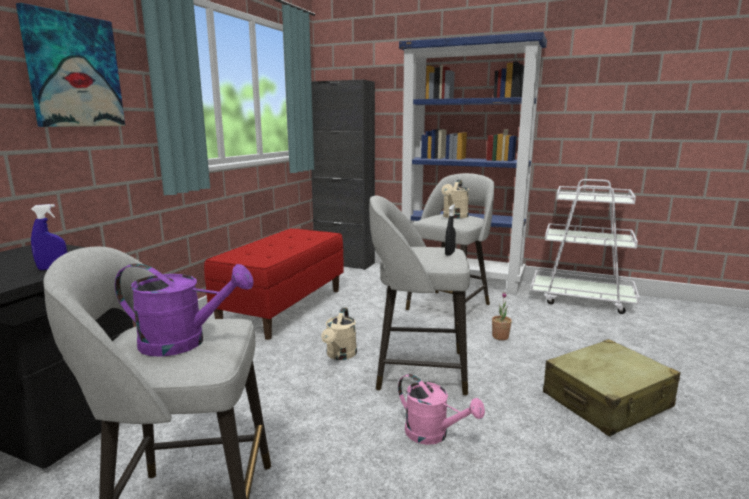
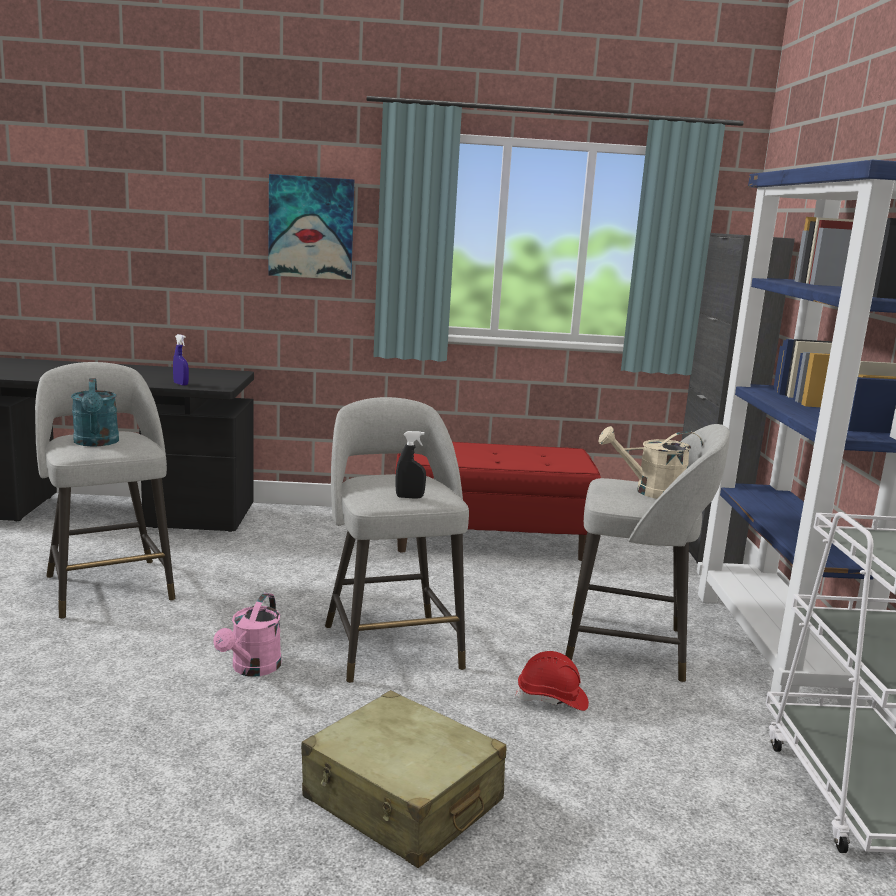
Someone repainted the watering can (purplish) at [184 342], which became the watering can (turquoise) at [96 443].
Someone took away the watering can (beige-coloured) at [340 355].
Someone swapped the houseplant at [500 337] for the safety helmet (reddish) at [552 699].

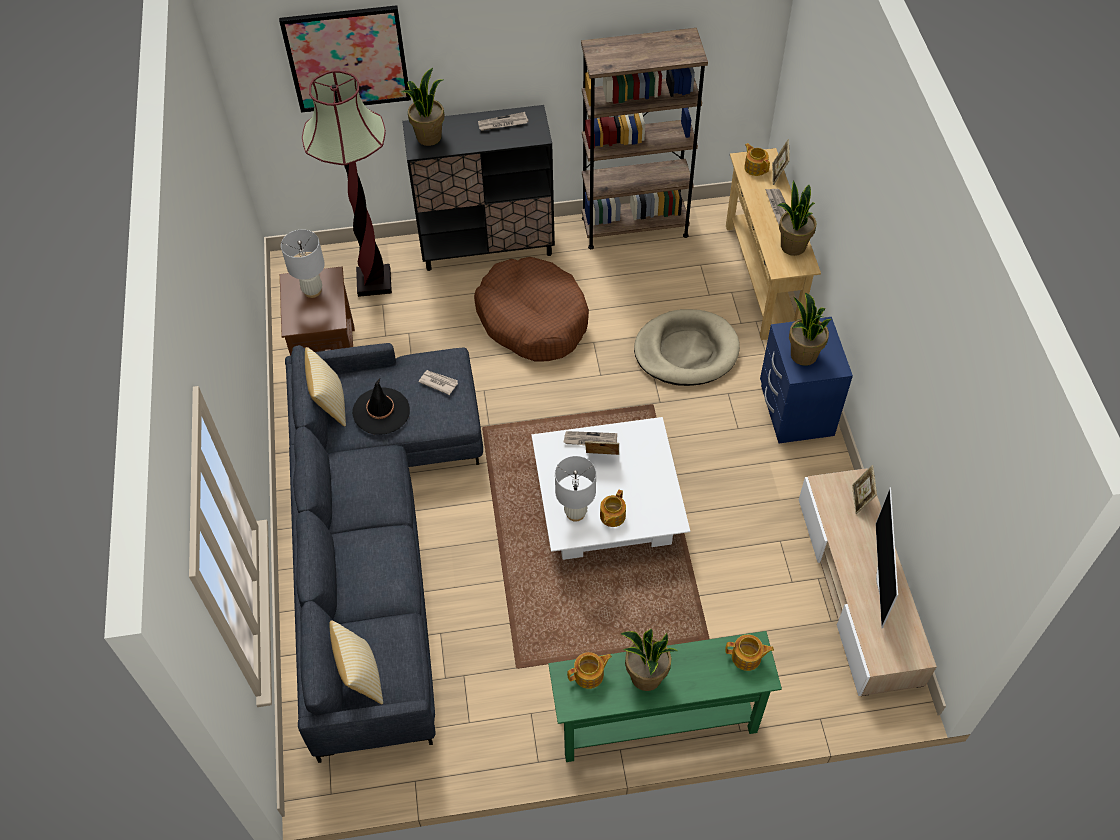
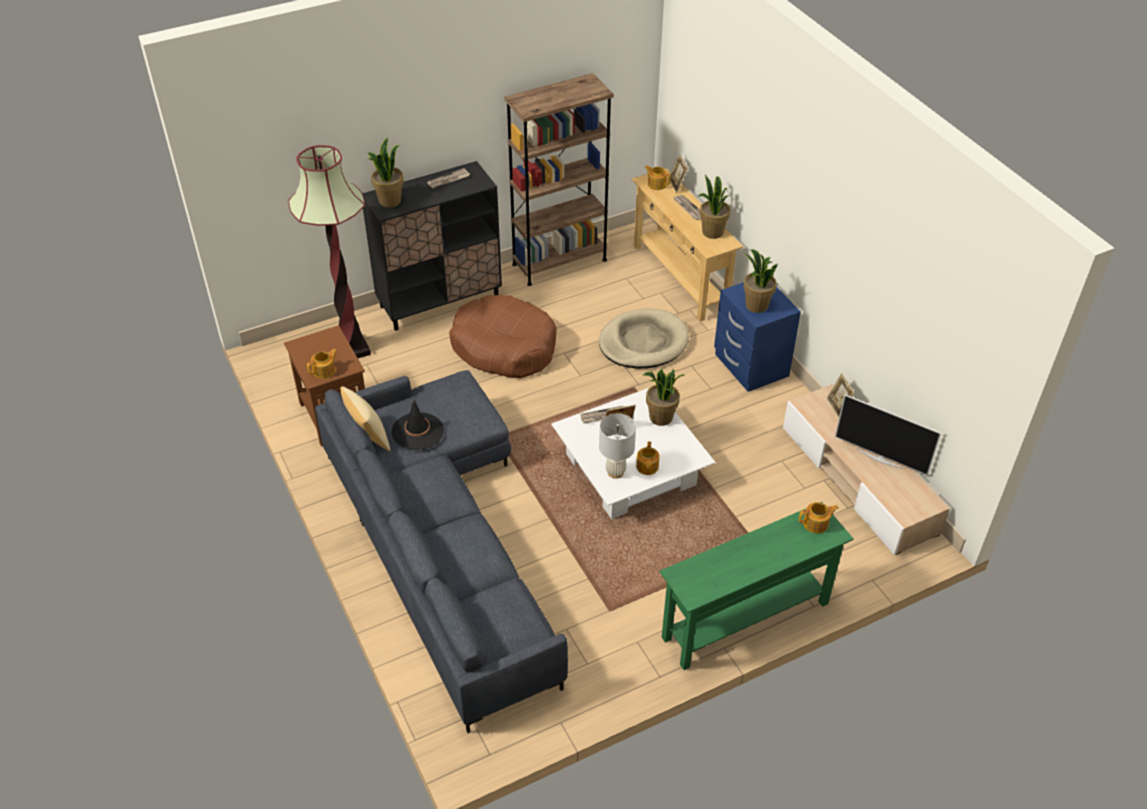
Someone took away the wall art at [347 59].
Someone took away the tabletop lamp (white) at [312 291].
Someone took away the throw pillow at [361 676].
Someone took away the printed paper at [438 382].
Someone carried the tea pot from [589 675] to [324 371].
Someone carried the houseplant from [646 677] to [661 418].
Someone rotated the television at [882 579] by 45 degrees counterclockwise.

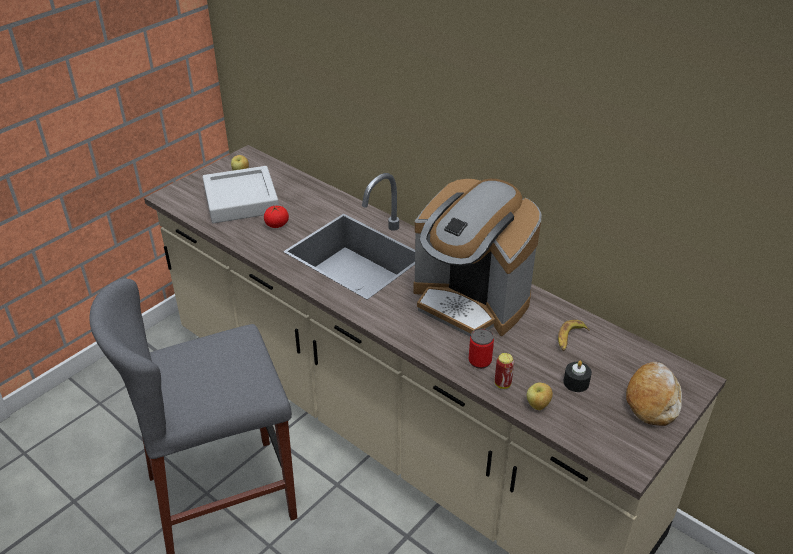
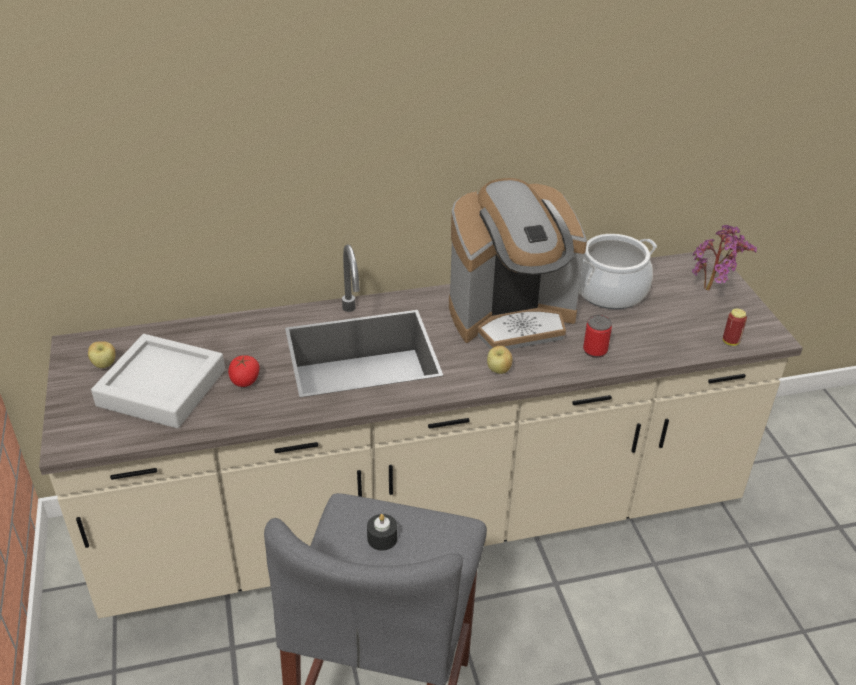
Someone carried the metal can from [502 384] to [730 342].
Someone carried the apple from [538 405] to [499 370].
Someone swapped the banana fruit at [570 338] for the stockpot at [610 291].
Someone carried the wax light (black) from [576 382] to [382 538].
Someone swapped the bakery bread at [652 399] for the houseplant at [712 290].

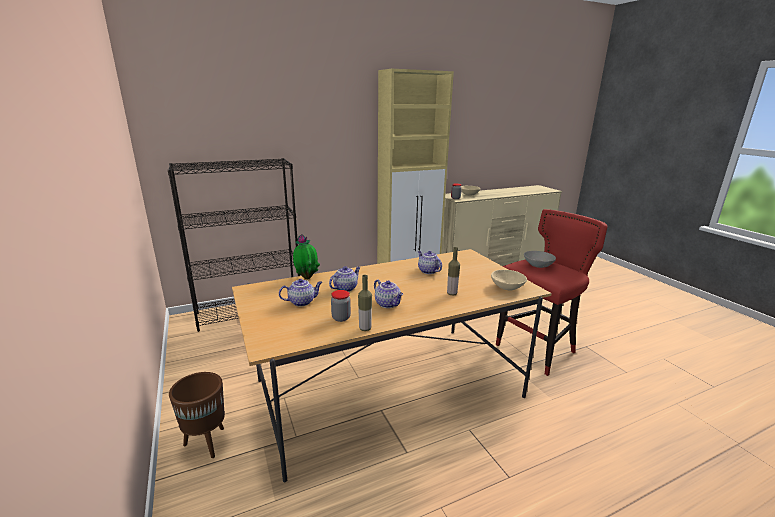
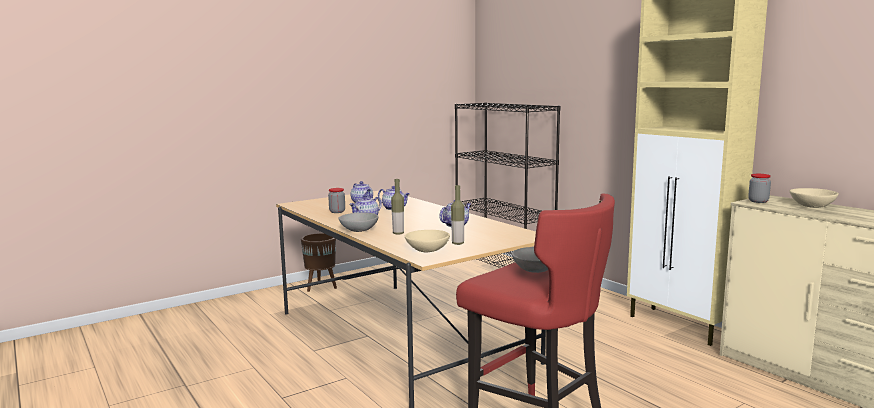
Someone took away the houseplant at [307 277].
Someone carried the beverage bottle from [365 328] to [458 243].
Someone put down the deep dish (greyish) at [359 230].

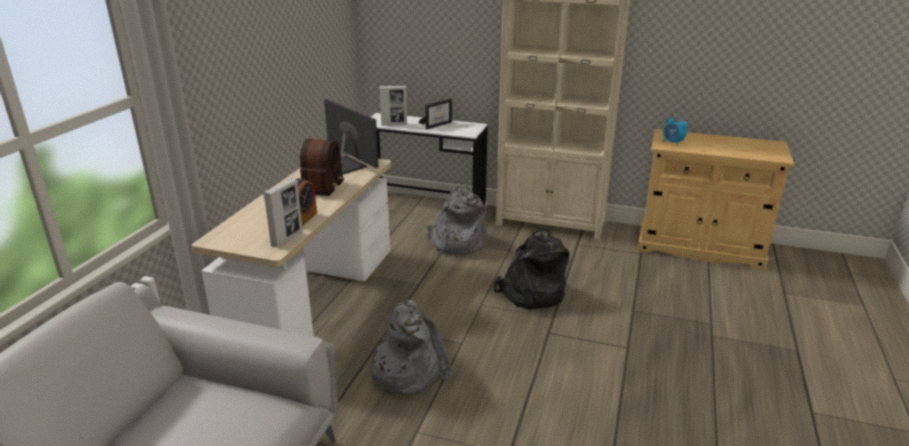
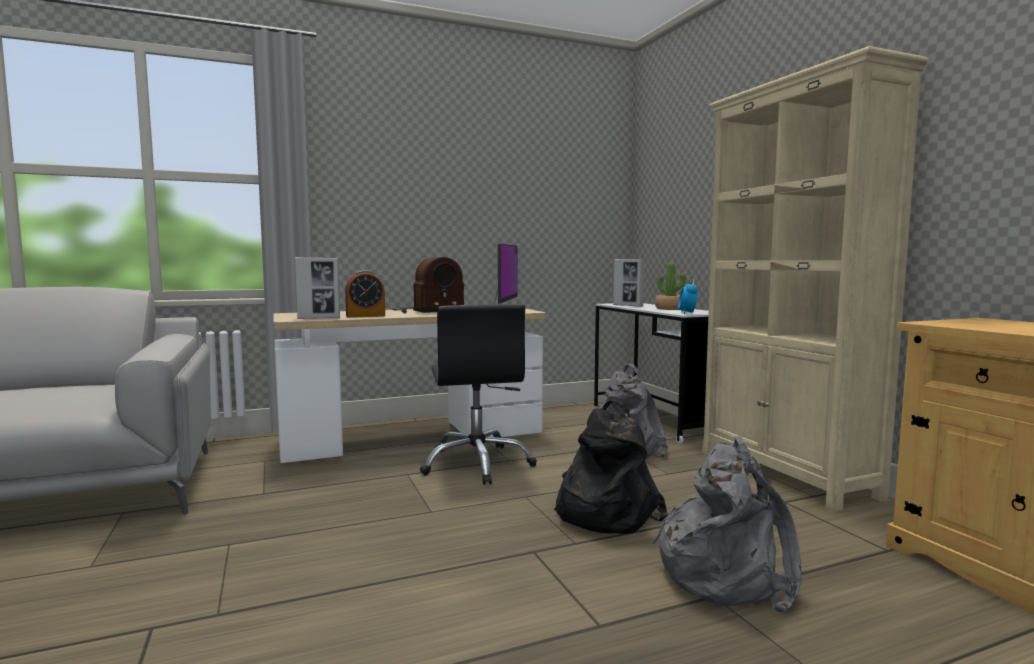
Someone carried the rucksack (greyish) from [407 370] to [726 573].
Someone swapped the photo frame at [437 124] for the houseplant at [671 309].
Someone carried the table clock from [672 143] to [687 313].
Someone put down the desk chair (black) at [477 464].

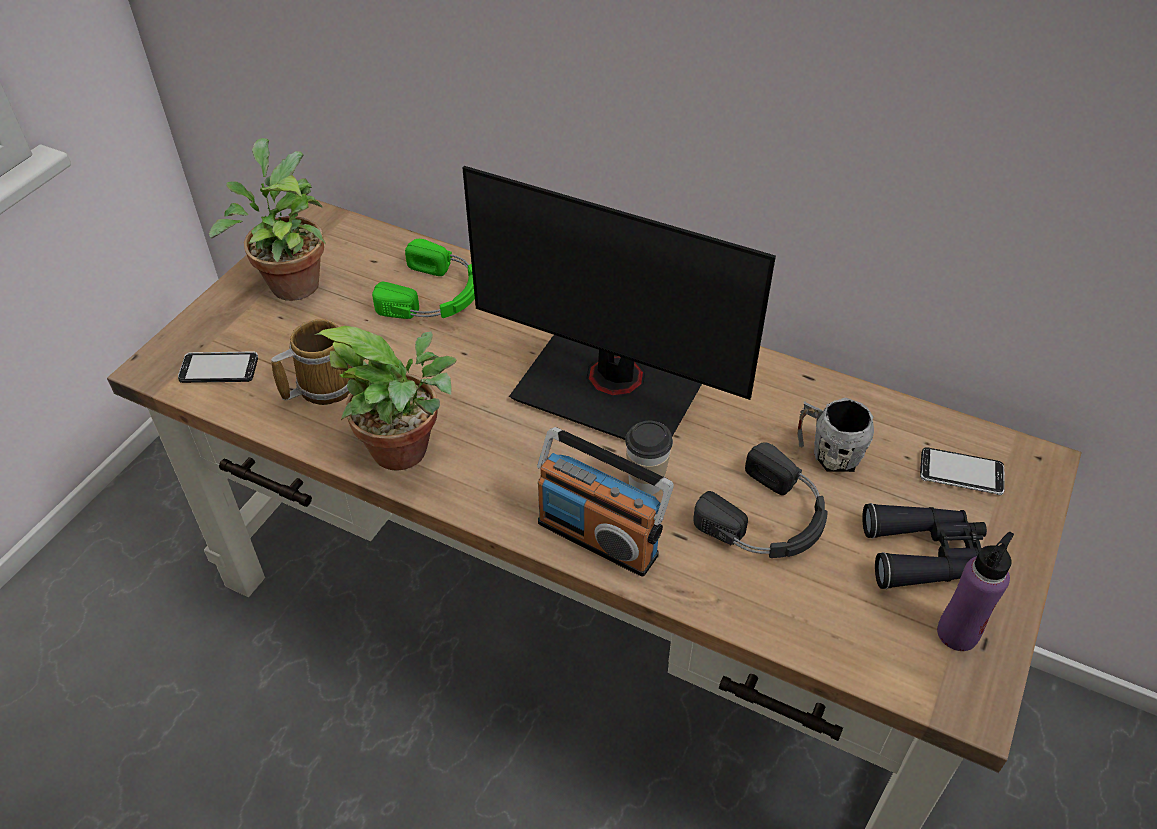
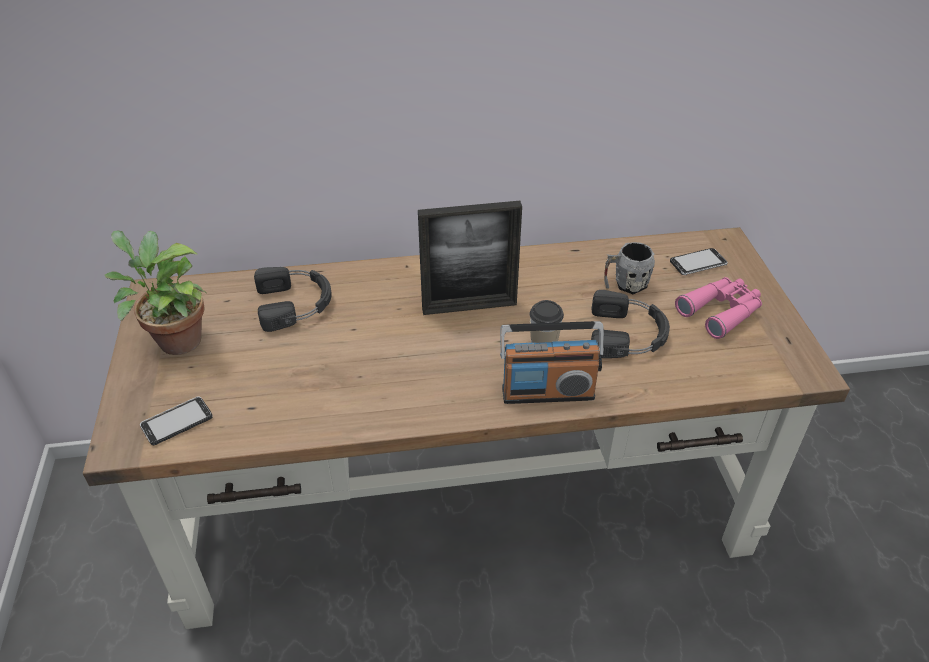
Someone took away the tea mug at [322 385].
Someone took away the houseplant at [407 451].
Someone repainted the pair of headphones (green-coloured) at [434 295], which became the pair of headphones (black) at [295 303].
Someone swapped the computer display at [610 388] for the photo frame at [469 307].
Someone repainted the field glasses (black) at [926 554], which became the field glasses (pink-coloured) at [721 311].
Someone took away the beverage bottle (purplish) at [957 633].

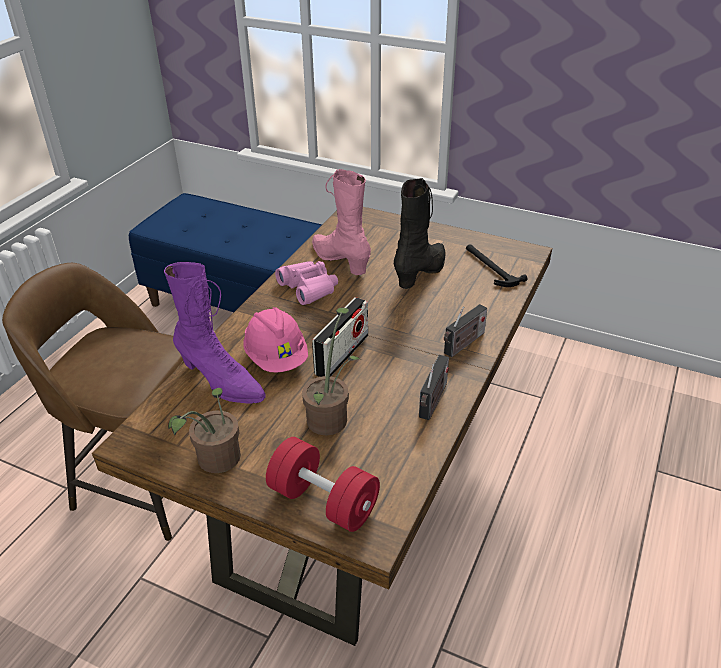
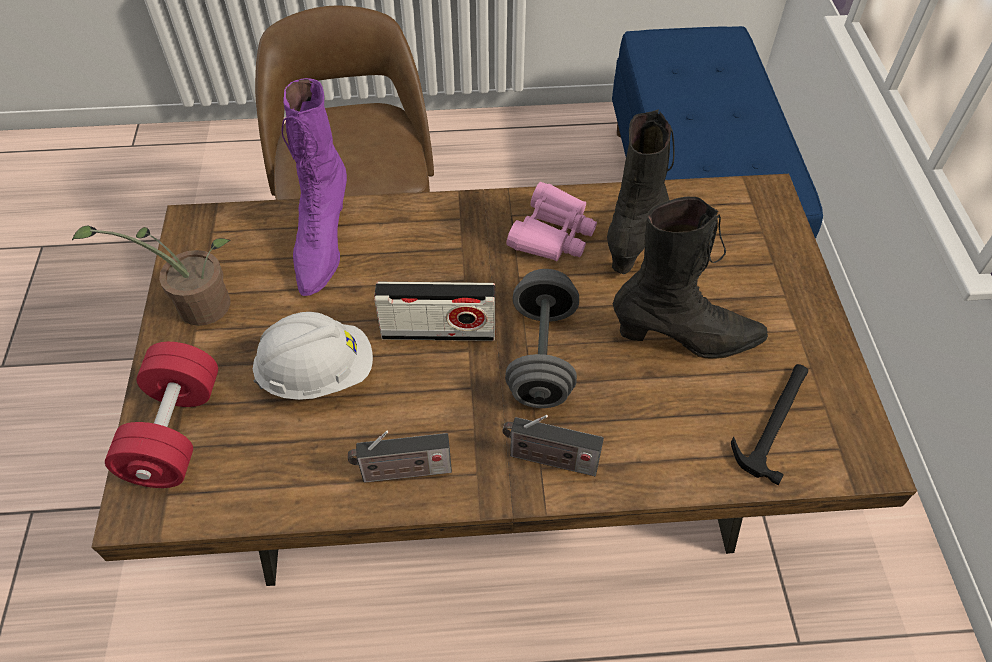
Someone took away the safety helmet (pink-coloured) at [277 358].
Someone swapped the houseplant at [330 416] for the safety helmet (white) at [317 373].
Someone repainted the boot (pink-coloured) at [340 261], which became the boot (black) at [639 236].
Someone put down the free weight (greyish) at [542 356].

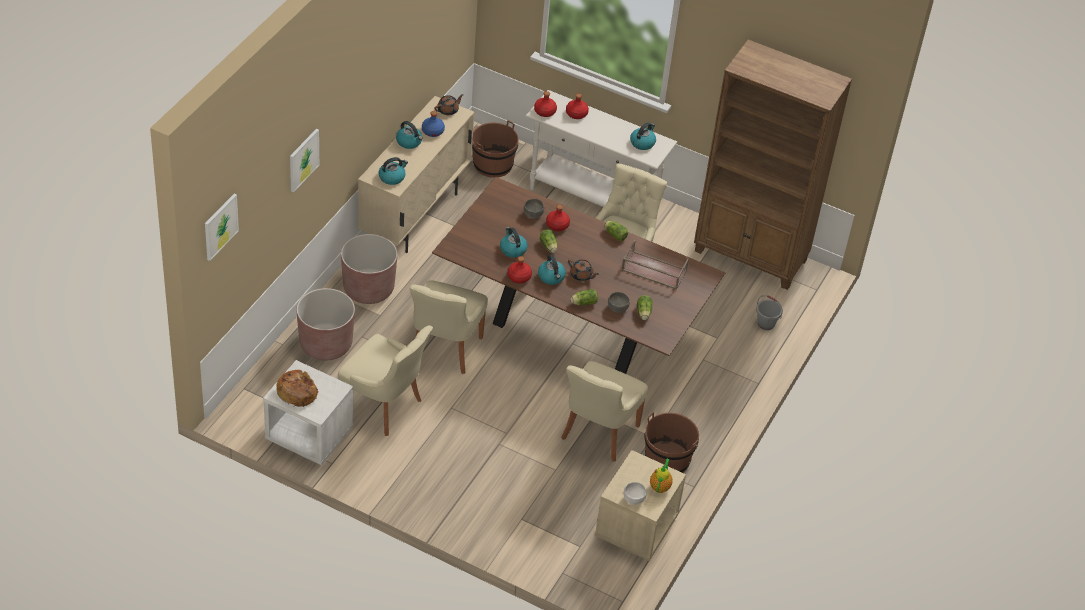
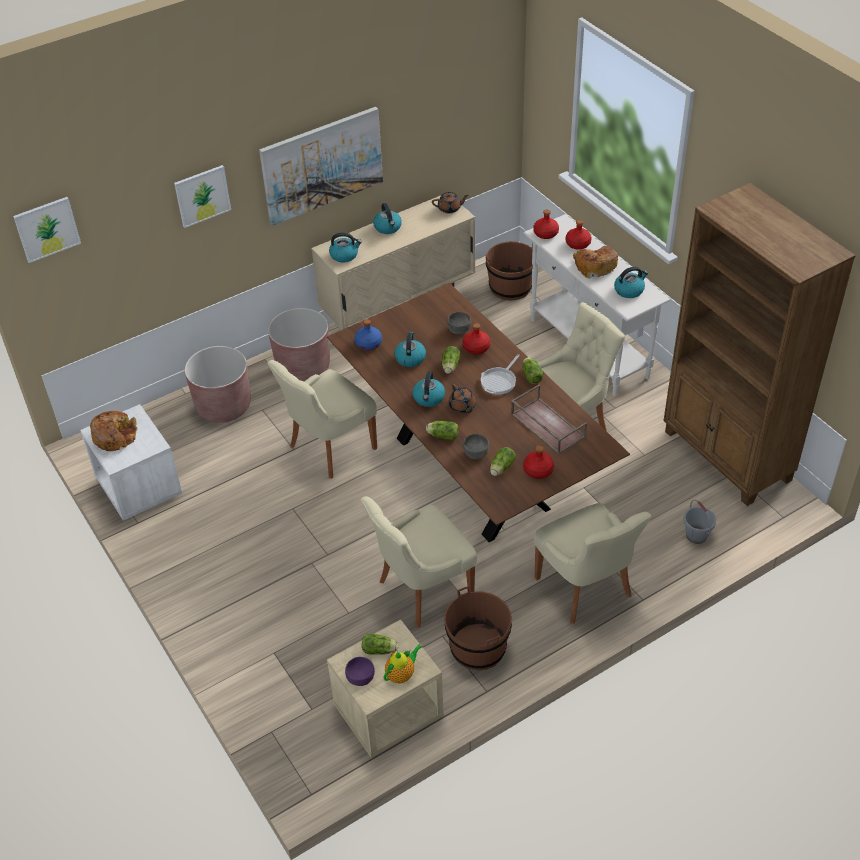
Someone carried the chair (beige-coloured) from [384 407] to [585 589].
Someone carried the beverage bottle (blue-coloured) from [433 131] to [369 343].
Someone carried the beverage bottle (reddish) from [519 277] to [538 470].
Someone repainted the deep dish (white) at [634 498], which became the deep dish (purplish) at [361 677].
Someone put up the wall art at [322 165].
Someone put down the head of lettuce at [380 650].
Someone put down the skillet at [499 381].
Someone put down the bakery bread at [595 266].

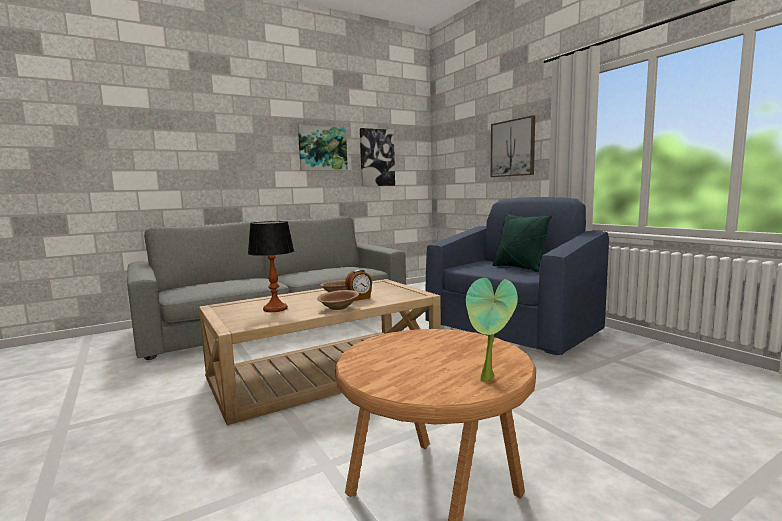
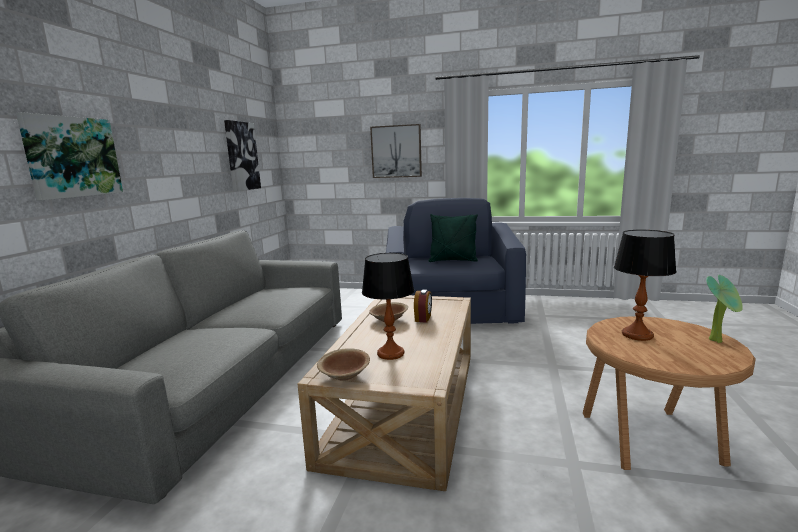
Someone carried the wall art from [322 148] to [72 157].
Someone carried the deep dish (brown-coloured) from [338 307] to [344 375].
Someone put down the tabletop lamp at [637 334].

